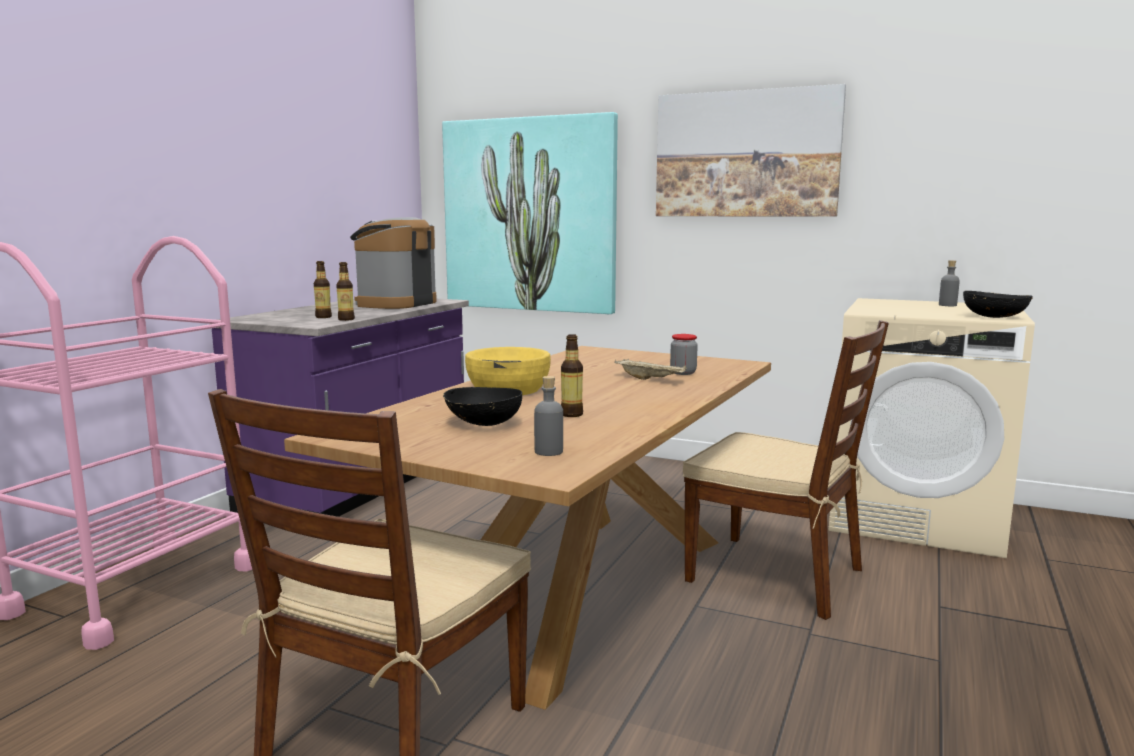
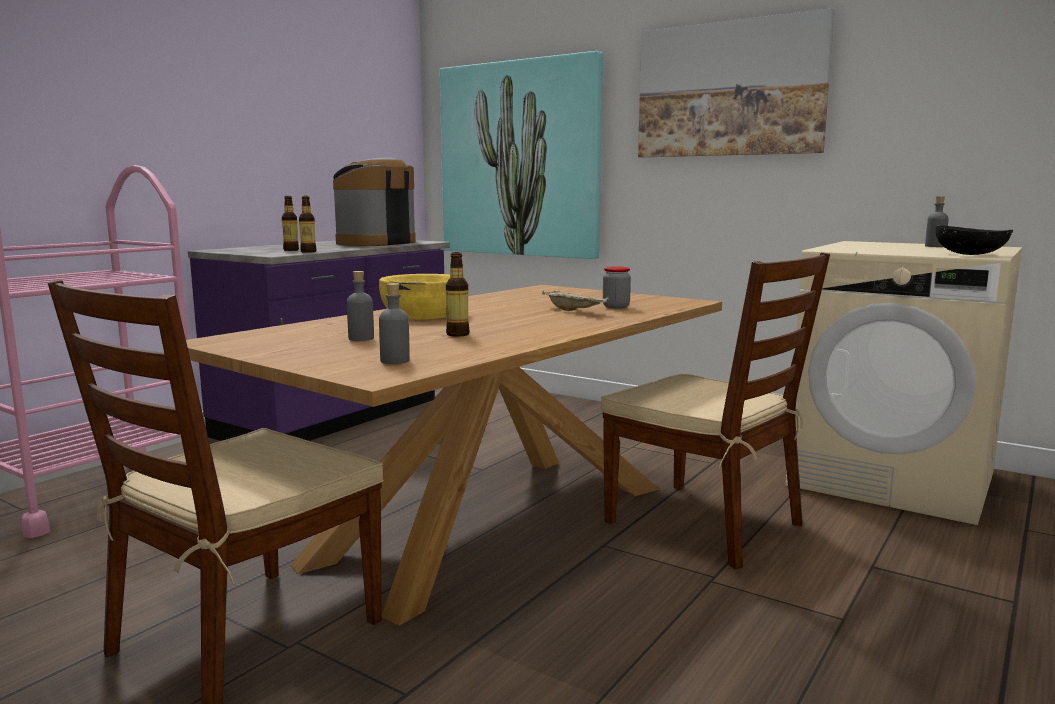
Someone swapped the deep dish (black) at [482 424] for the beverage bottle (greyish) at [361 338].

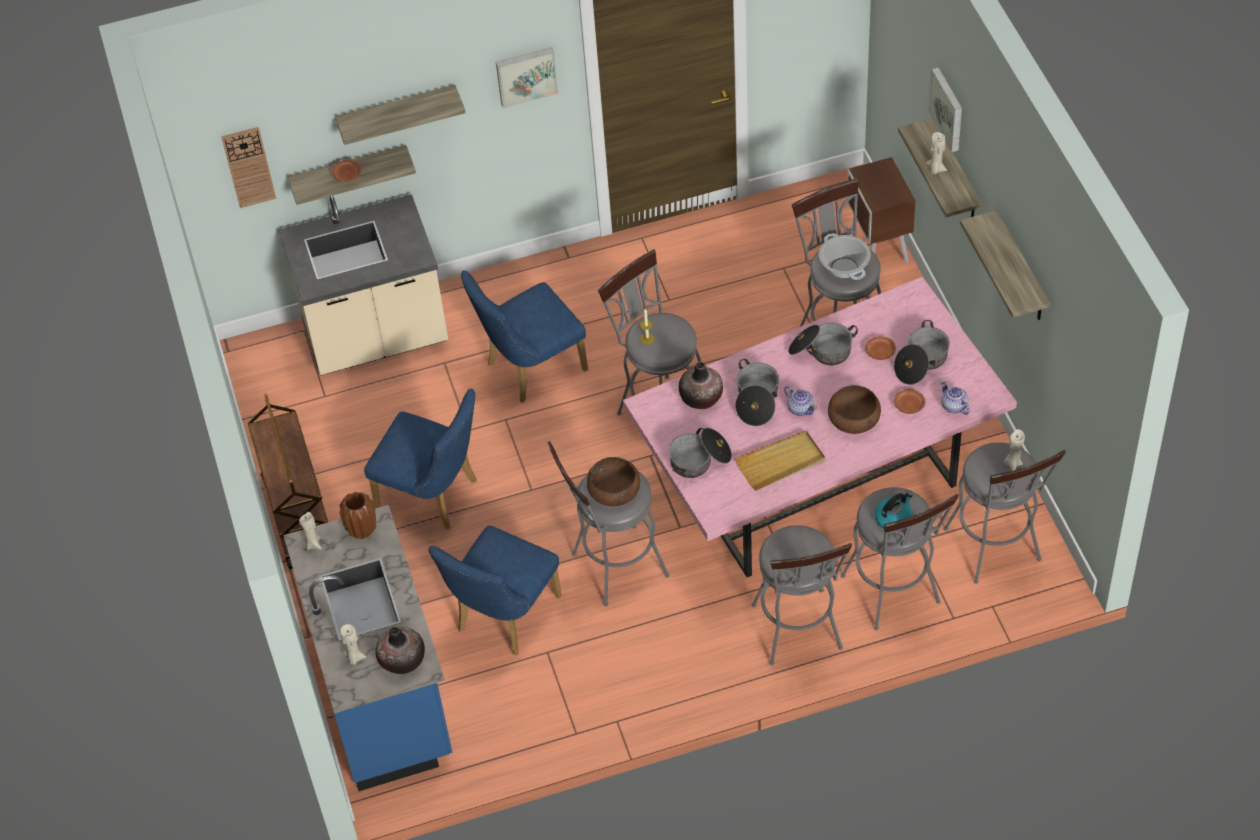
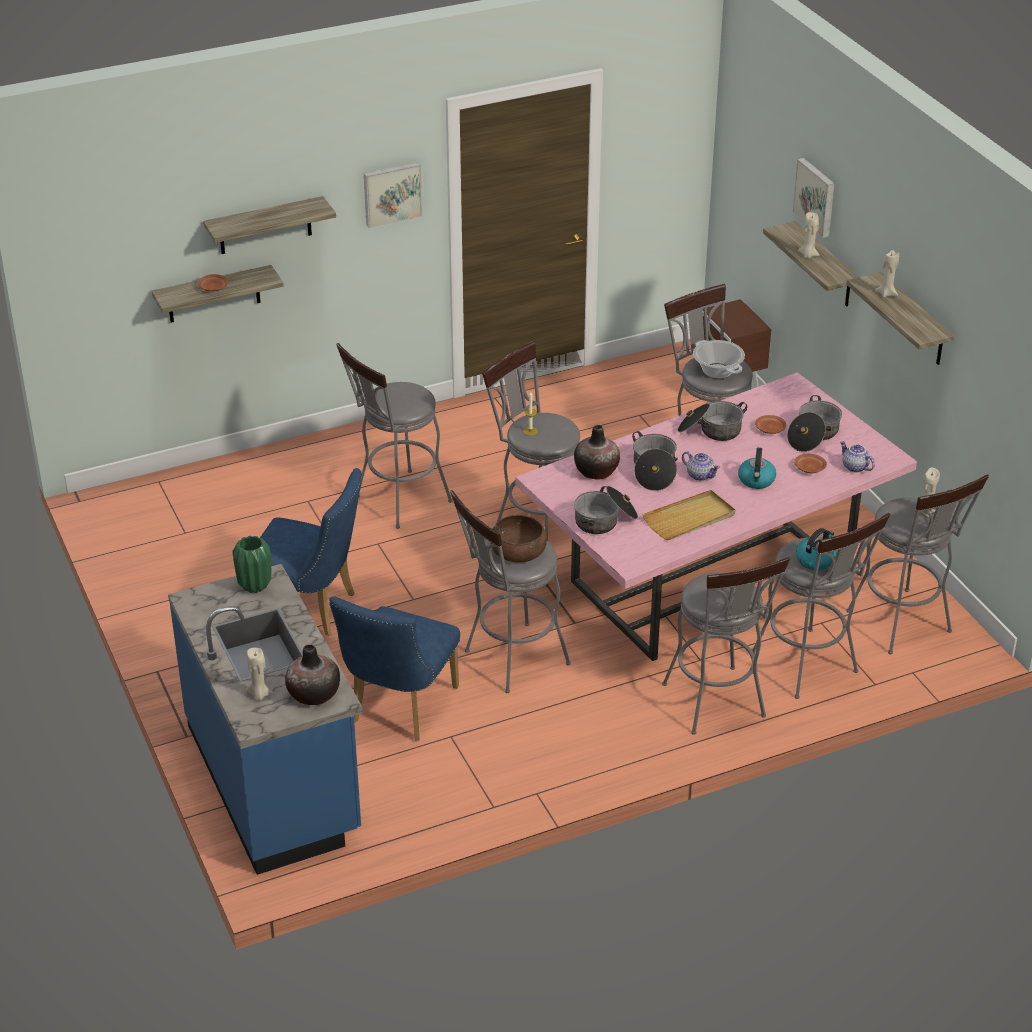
Someone took away the wall clock at [248 166].
Someone took away the trolley (brown-coloured) at [298 516].
Someone took away the kitchen base unit (beige-coloured) at [376 338].
Someone carried the wax light (beige-coloured) from [313 543] to [886 294].
Someone repainted the flower vase (brown-coloured) at [362 530], which became the flower vase (green-coloured) at [255 586].
Someone swapped the chair (blue-coloured) at [529 369] for the sitting stool (greyish) at [397 502].
Someone swapped the deep dish (brown-coloured) at [854 418] for the kettle at [756 480].

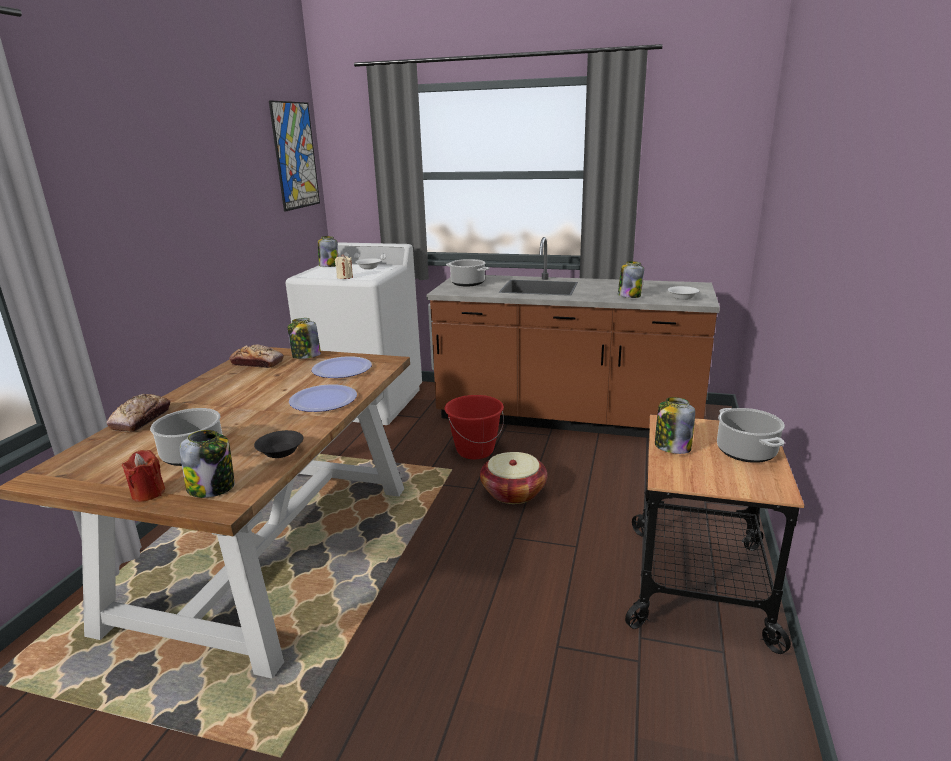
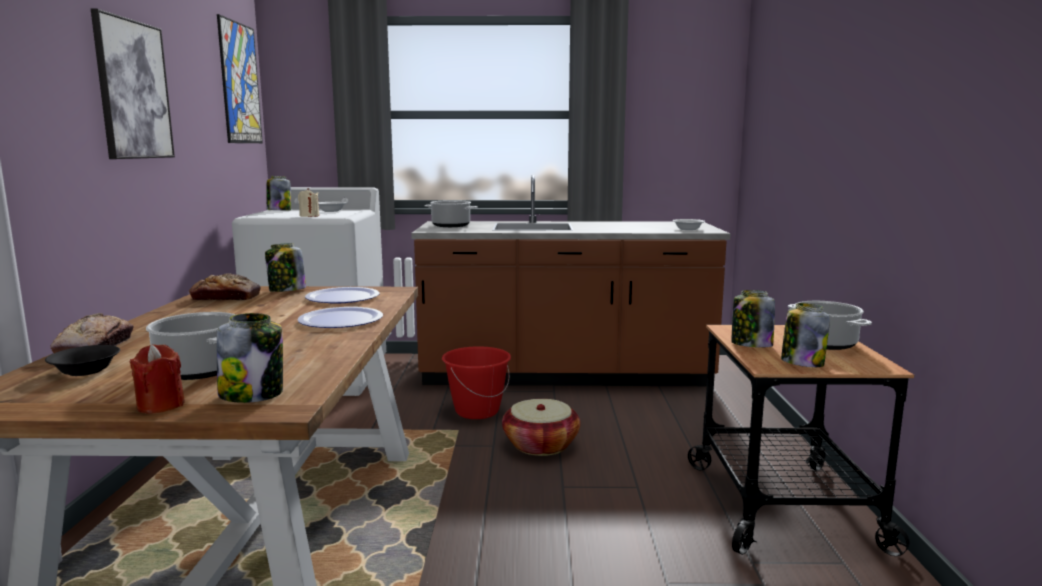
Someone carried the deep dish (black) from [281 453] to [86 371].
Someone carried the jar from [629 296] to [802 363].
Someone put up the wall art at [133 90].

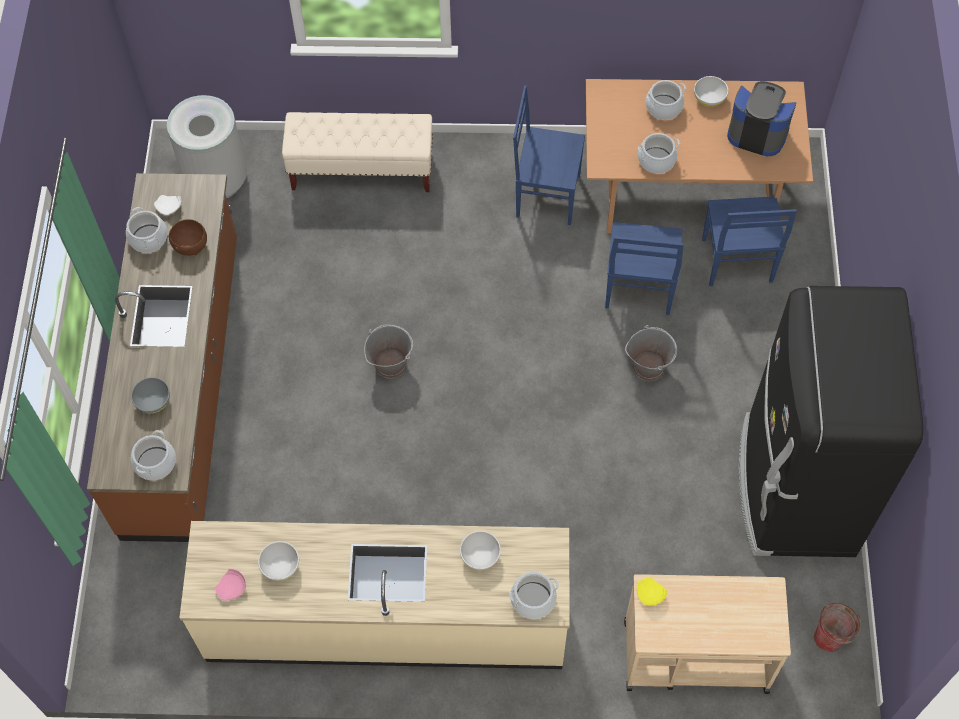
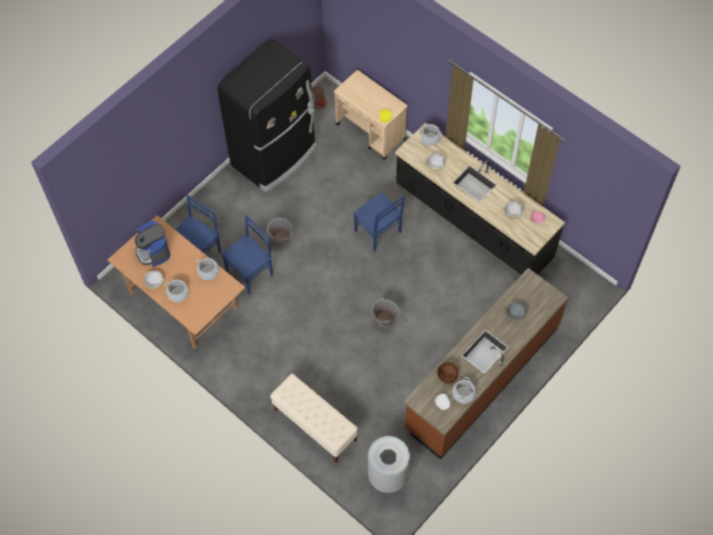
Someone took away the stockpot at [155 463].
Someone repainted the kitchen base unit (beige-coloured) at [386 620], which became the kitchen base unit (black) at [473 222].
Someone carried the chair (blue-coloured) from [545 195] to [378 232].

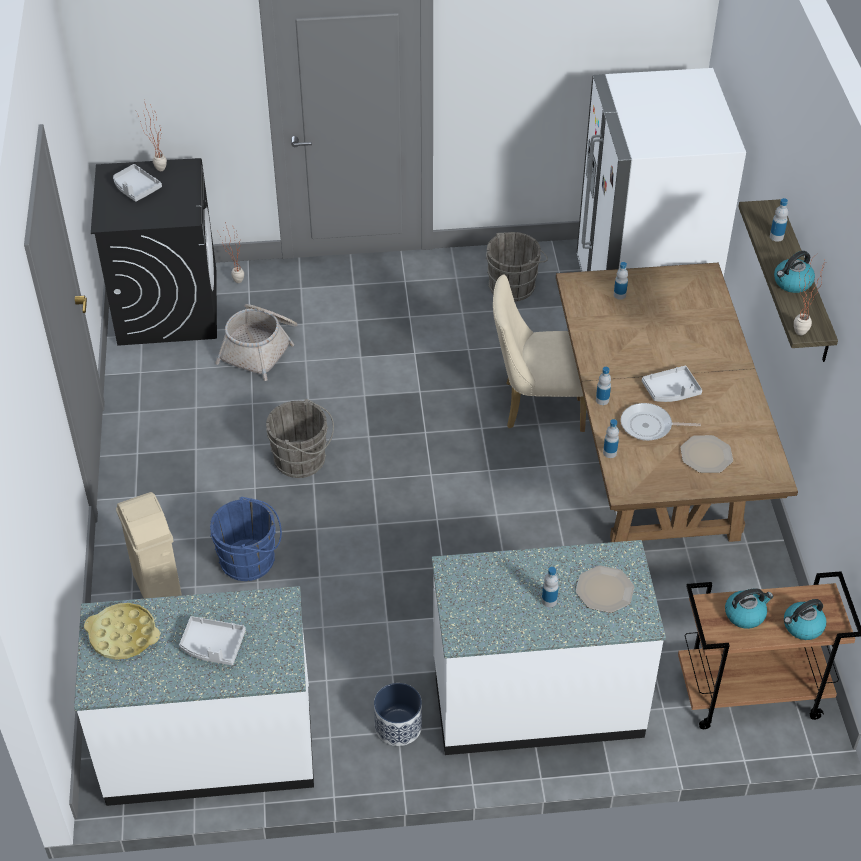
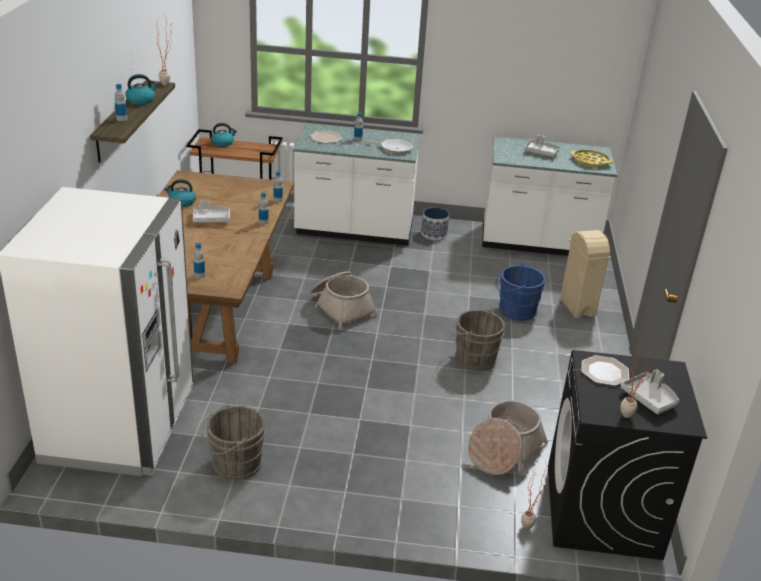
Someone took away the chair (beige-coloured) at [537 406].
Someone carried the skillet from [649 426] to [394 148].
Someone carried the plate from [707 455] to [604 371].
Someone carried the kettle from [745 614] to [181 202].
Someone put down the basket at [341 307].

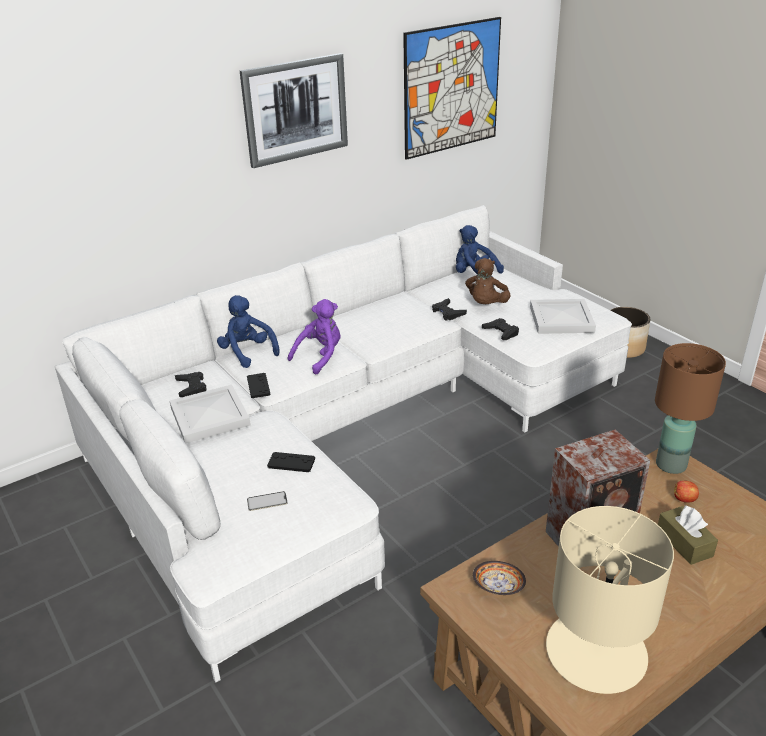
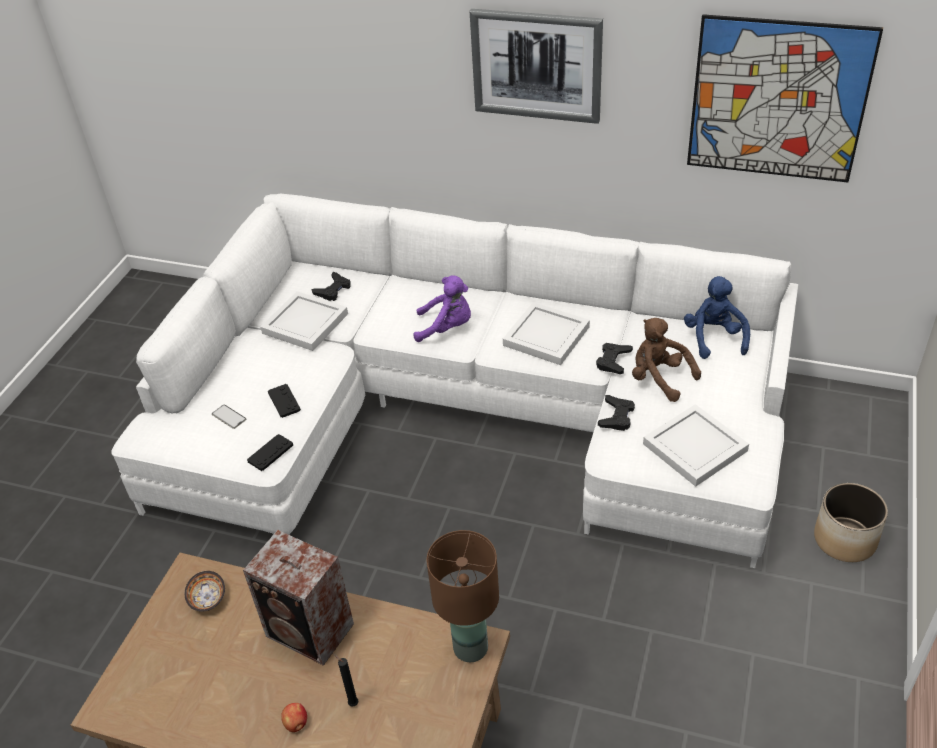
Someone took away the soft toy (blue-coloured) at [247 352].
Someone carried the game controller (black) from [258 386] to [270 453].
Someone rotated the soft toy (brown-coloured) at [486 305] by 60 degrees clockwise.
Someone took away the tabletop lamp (beige-coloured) at [596 651].
Someone swapped the tissue holder (brown-coloured) at [684 543] for the wax light (black) at [352 703].
Someone carried the apple from [684 499] to [296 724].
Someone put down the carrying tray (white) at [546 335].

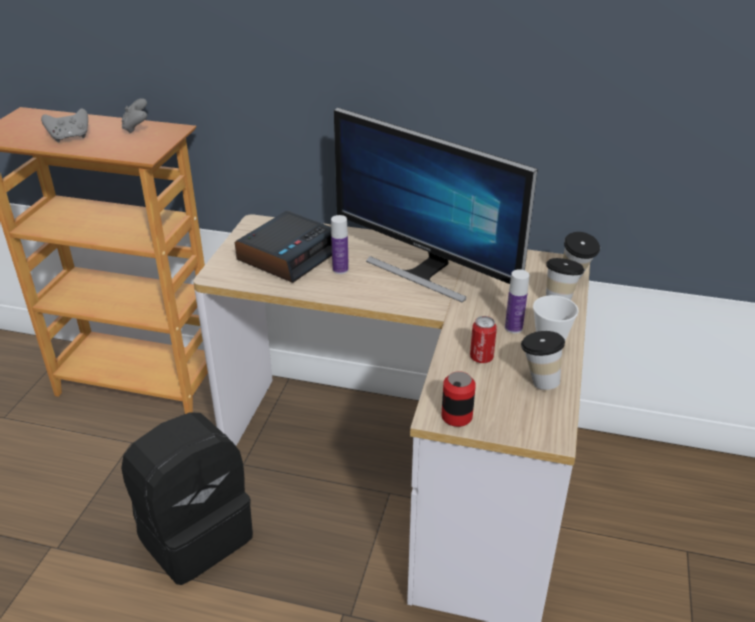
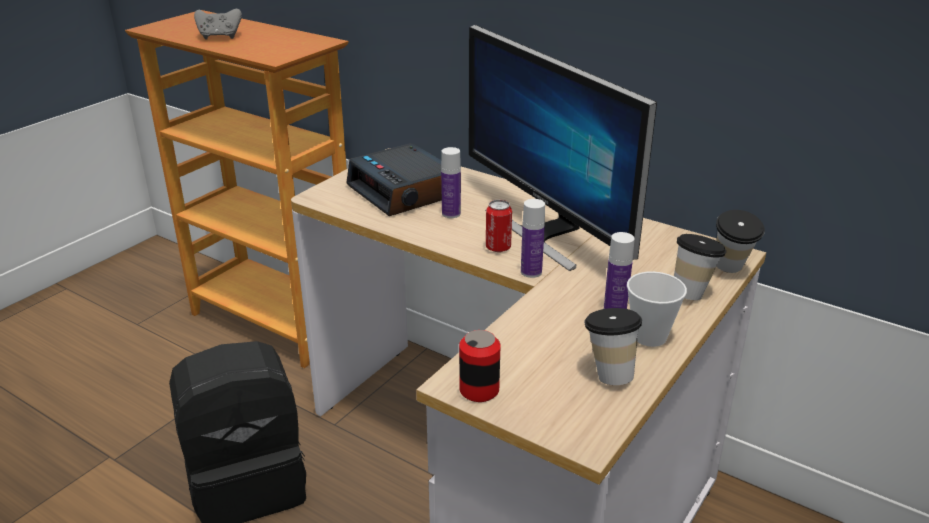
Someone took away the game controller (greyish) at [136 128].
Someone rotated the table clock at [288 255] by 90 degrees clockwise.
Someone carried the metal can from [481 358] to [498 248].
Someone put down the beverage bottle at [531 272].

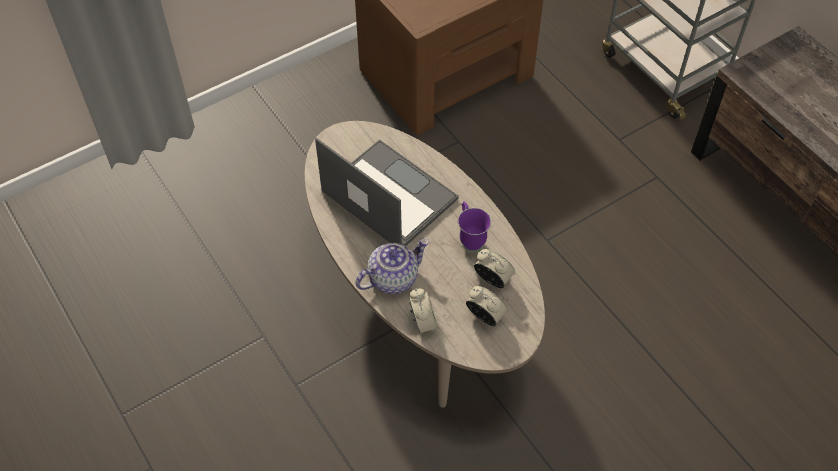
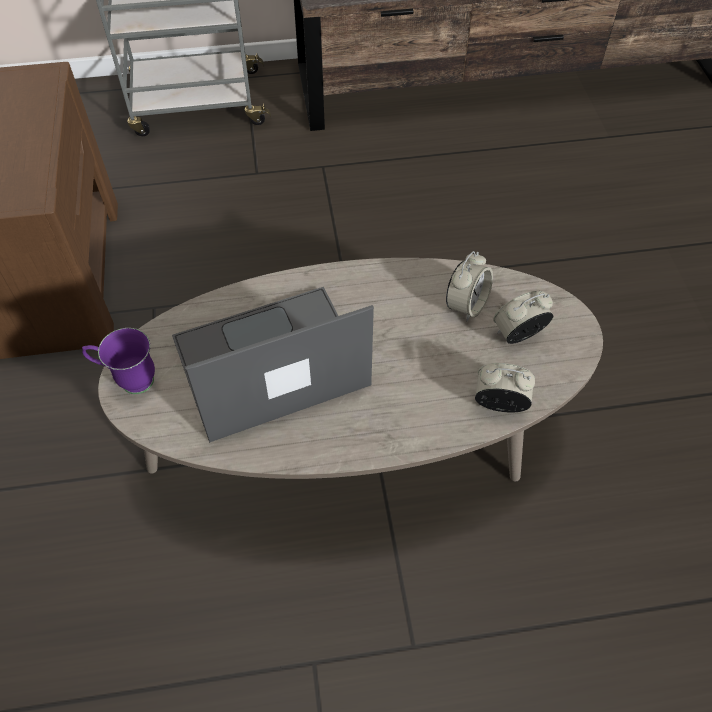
Someone took away the tea pot at [393 277].
Someone carried the tea mug (purplish) from [470 238] to [128 380].
Someone rotated the table clock at [493 279] by 150 degrees clockwise.

